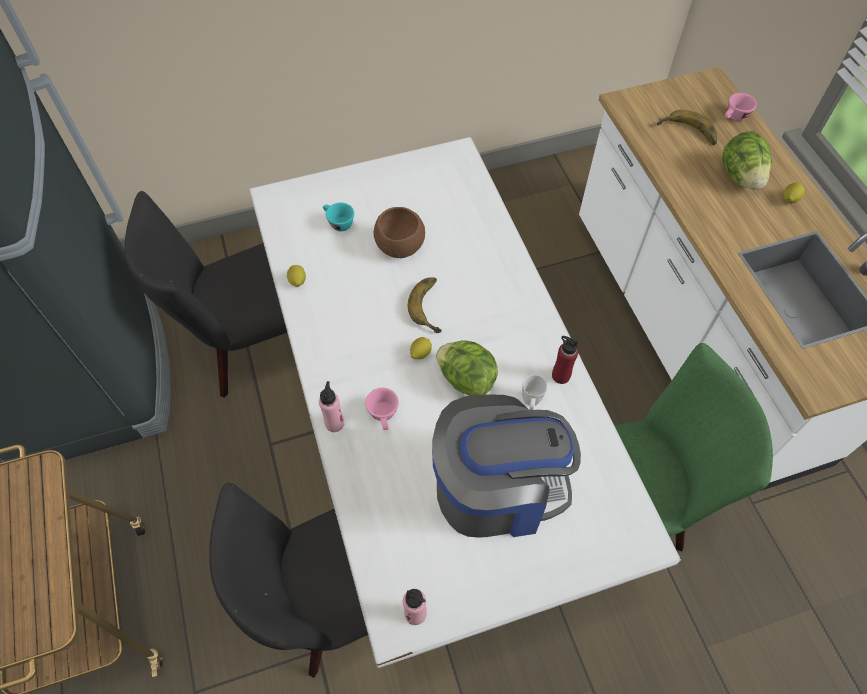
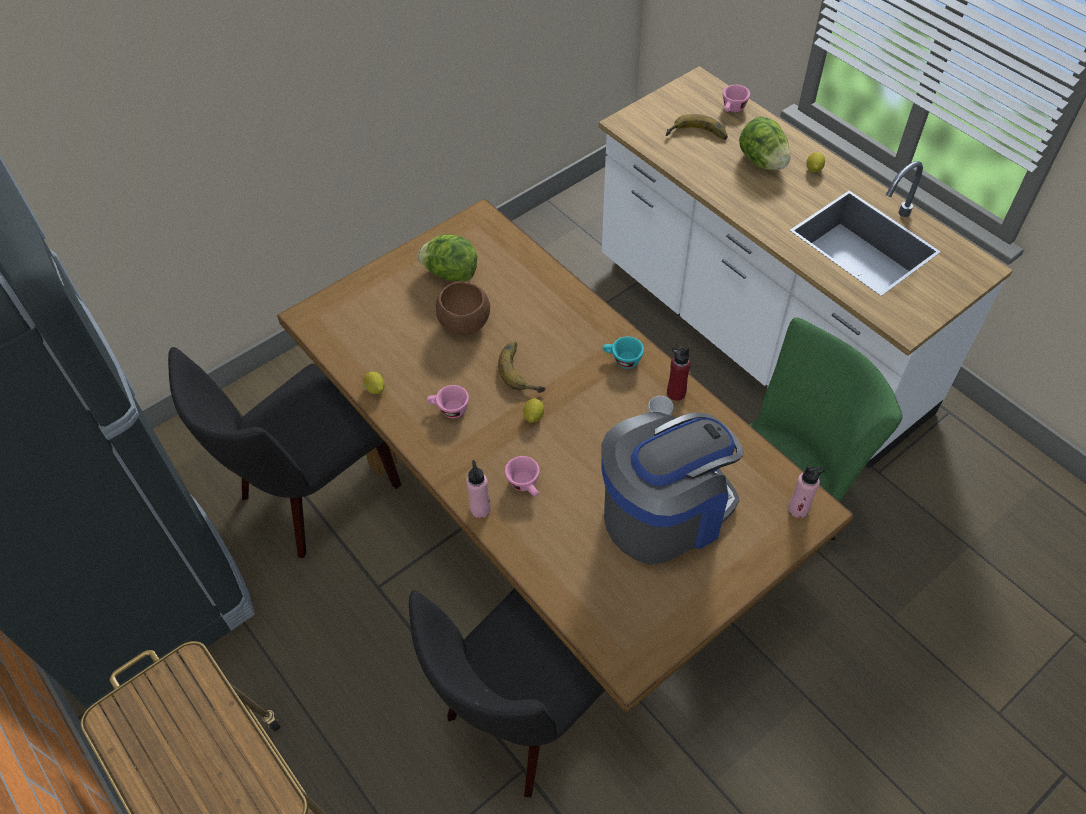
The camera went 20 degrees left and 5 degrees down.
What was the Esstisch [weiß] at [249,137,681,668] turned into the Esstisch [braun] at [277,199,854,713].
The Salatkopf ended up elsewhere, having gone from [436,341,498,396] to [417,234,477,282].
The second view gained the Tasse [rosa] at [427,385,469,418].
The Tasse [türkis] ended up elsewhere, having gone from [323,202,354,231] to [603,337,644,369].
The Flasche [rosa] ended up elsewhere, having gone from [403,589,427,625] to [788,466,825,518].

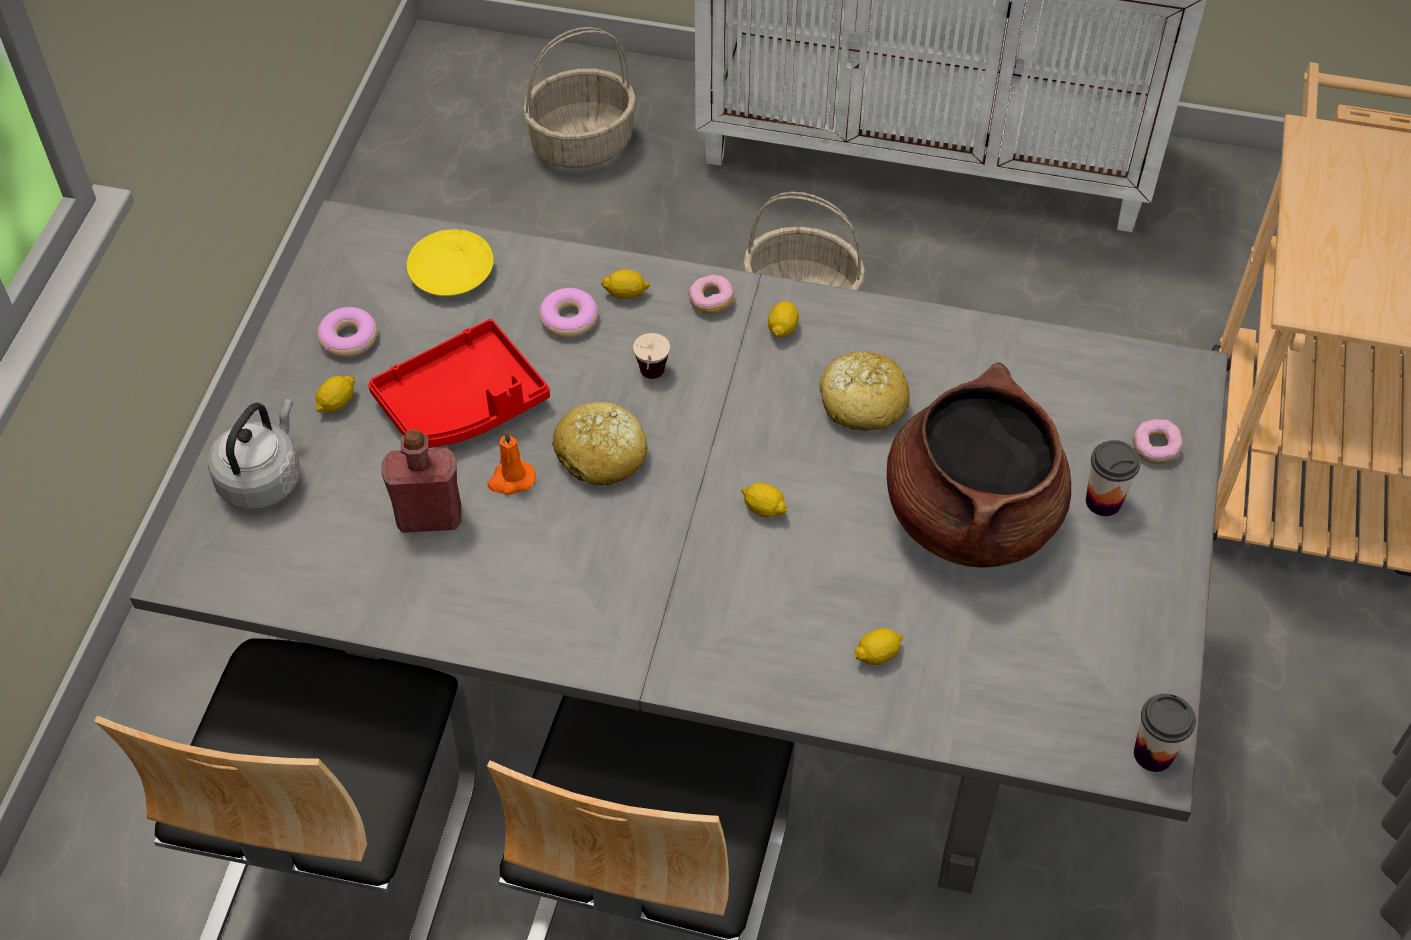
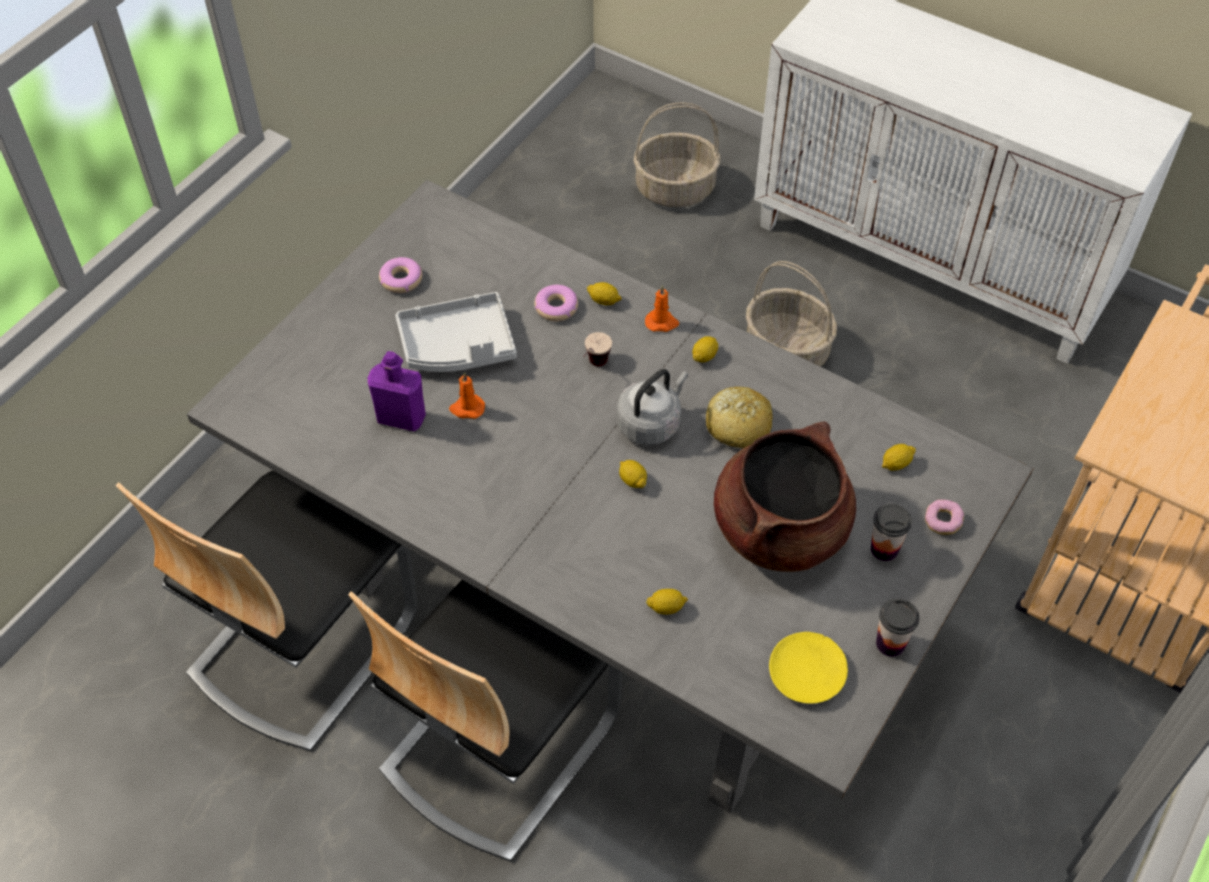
The camera went 20 degrees right and 0 degrees up.
What was the Flasche [rot] at [381,429,461,533] turned into the Flasche [lila] at [368,351,426,431].
What was the Tablett [rot] at [368,319,550,448] turned into the Tablett [grau] at [395,292,517,372].
The Wasserkessel [grau] ended up elsewhere, having gone from [208,399,300,510] to [617,369,688,445].
Where the Donut stood at [689,275,734,314], the Kerze [orange] came to stand at [645,285,680,332].
The Teller [gelb] ended up elsewhere, having gone from [407,229,494,296] to [769,632,848,704].
The Tasse ended up elsewhere, having gone from [1134,694,1196,772] to [876,599,920,657].
The Zitrone ended up elsewhere, having gone from [316,376,355,413] to [882,444,916,471].
The second view lost the Brot at [552,402,648,485].

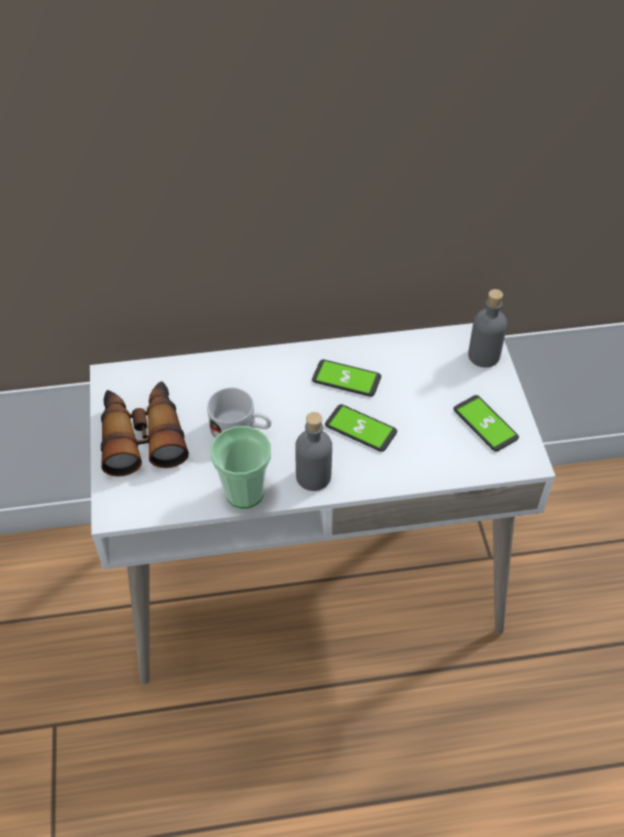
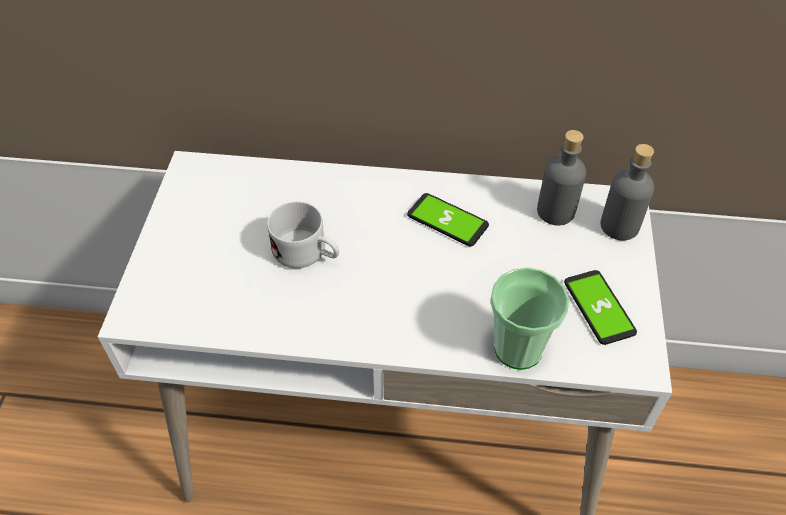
The camera went 15 degrees right and 0 degrees up.
The Tasse ended up elsewhere, having gone from [210,426,271,508] to [490,267,569,370].
The Flasche [grau] ended up elsewhere, having gone from [295,412,332,491] to [537,130,586,226].
The second view lost the Fernglas at [101,381,189,476].
The second view lost the Handy at [325,404,397,452].

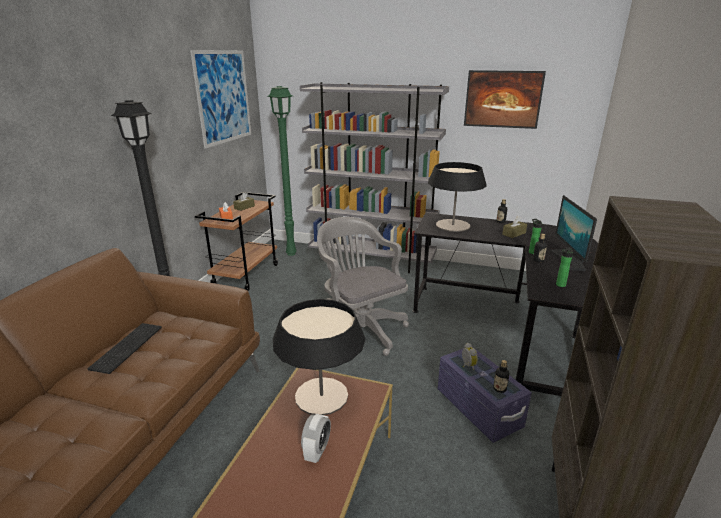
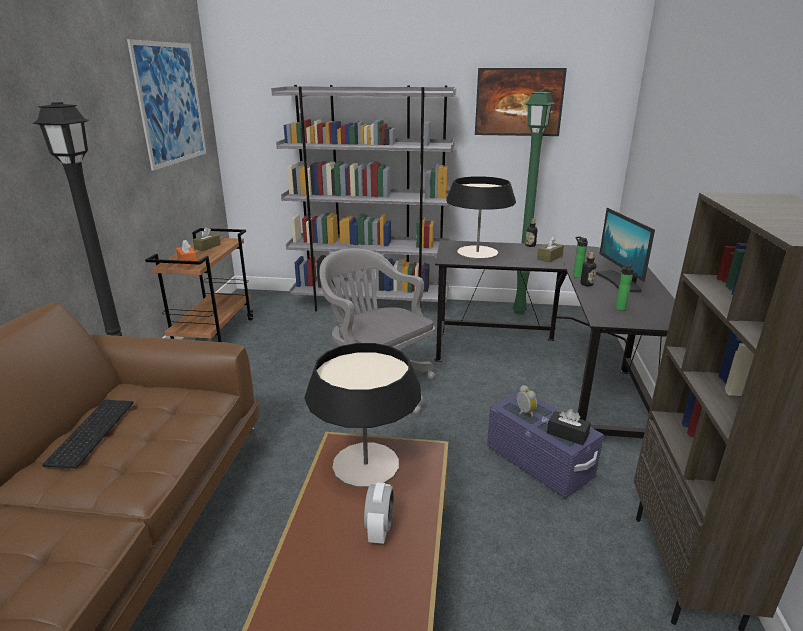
The camera went 10 degrees left and 0 degrees up.
The Stehlampe [grün] ended up elsewhere, having gone from [267,86,297,256] to [513,90,556,315].
Where the Flasche stood at [493,360,509,393], the Taschentuchbox [schwarz] came to stand at [547,409,591,445].

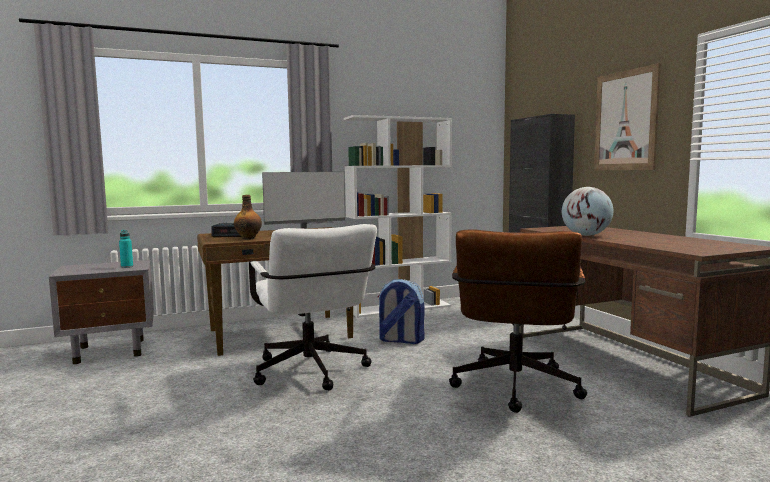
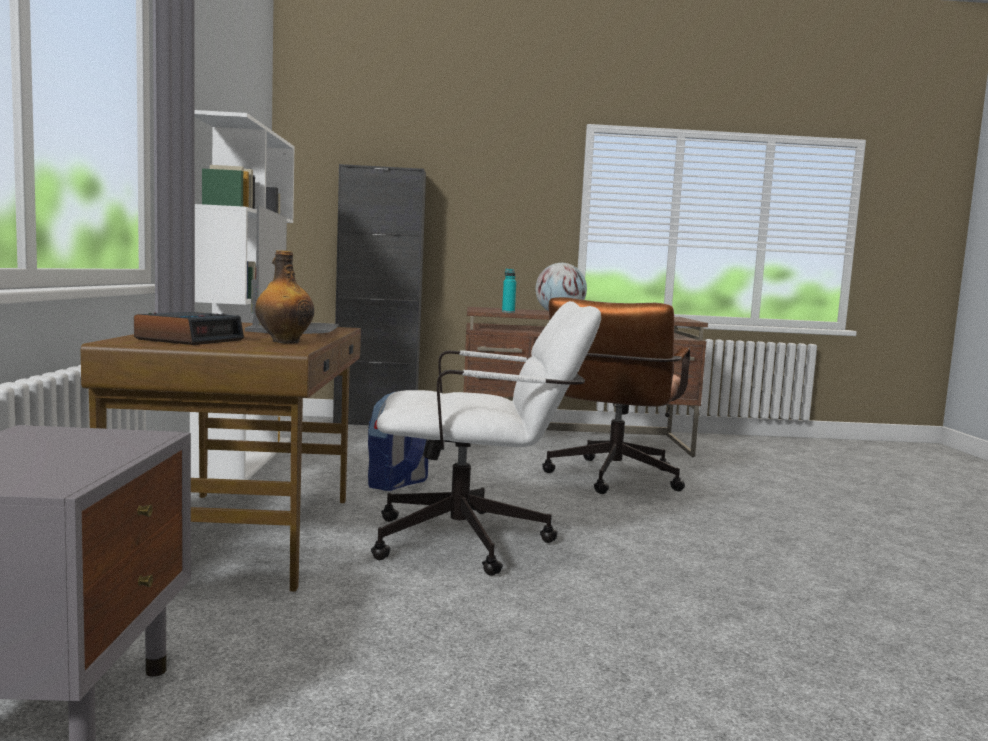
The camera went 70 degrees left and 0 degrees up.
The Flasche [türkis] ended up elsewhere, having gone from [119,230,133,268] to [502,269,516,313].
The Bürostuhl [braun] at [449,229,587,413] ended up facing another way, 75 degrees clockwise from before.
The second view lost the Bild at [594,63,661,171].

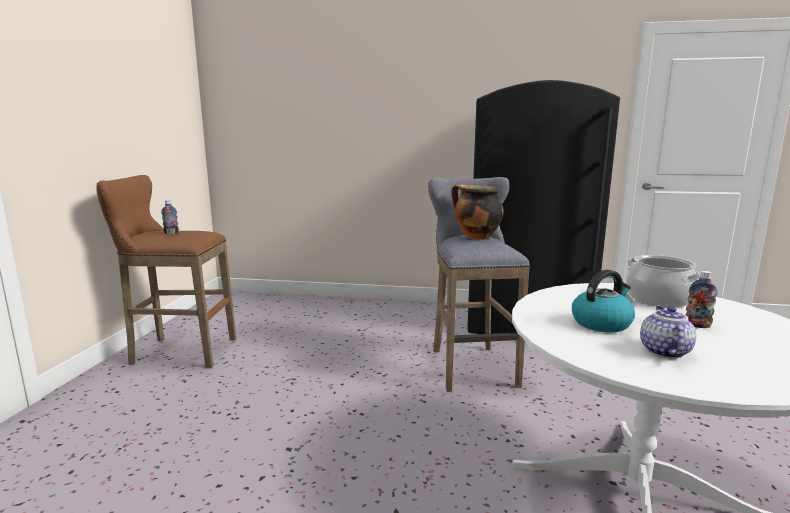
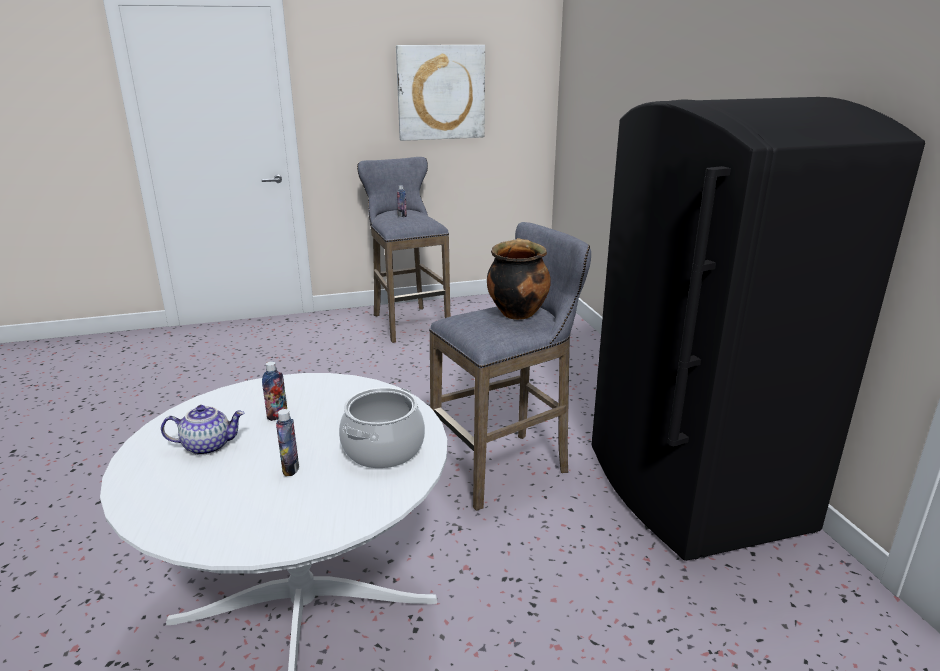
The camera went 65 degrees right and 10 degrees up.
Where the Wasserkessel stood at [572,270,635,332], the Flasche came to stand at [262,361,287,421].
What was the Hocker [braun] at [96,175,236,368] turned into the Hocker [grau] at [357,157,450,343].
The second view gained the Bild at [396,45,485,141].

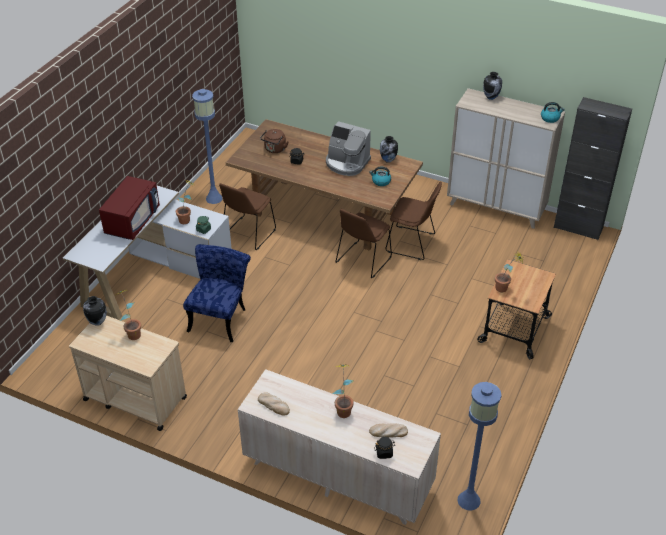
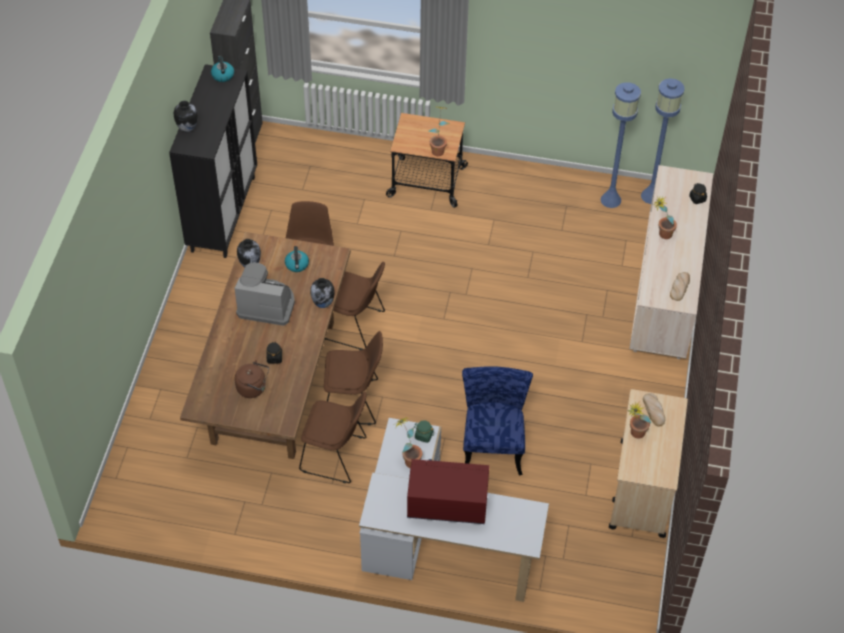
The camera went 105 degrees left and 10 degrees up.
What was the Schrank [beige] at [447,88,565,229] turned into the Schrank [schwarz] at [169,64,257,258].
The Kaffeemaschine at [326,121,371,176] ended up facing another way, 90 degrees counterclockwise from before.
The Vase ended up elsewhere, having gone from [83,296,106,326] to [310,278,335,308].
The second view gained the Stuhl [braun] at [324,331,383,425].
The Stuhl [blau] at [183,244,251,342] ended up facing another way, 90 degrees clockwise from before.
The Stehlampe [blau] ended up elsewhere, having gone from [192,89,223,204] to [600,82,641,208].
The Brot ended up elsewhere, having gone from [369,423,408,438] to [643,393,665,427].

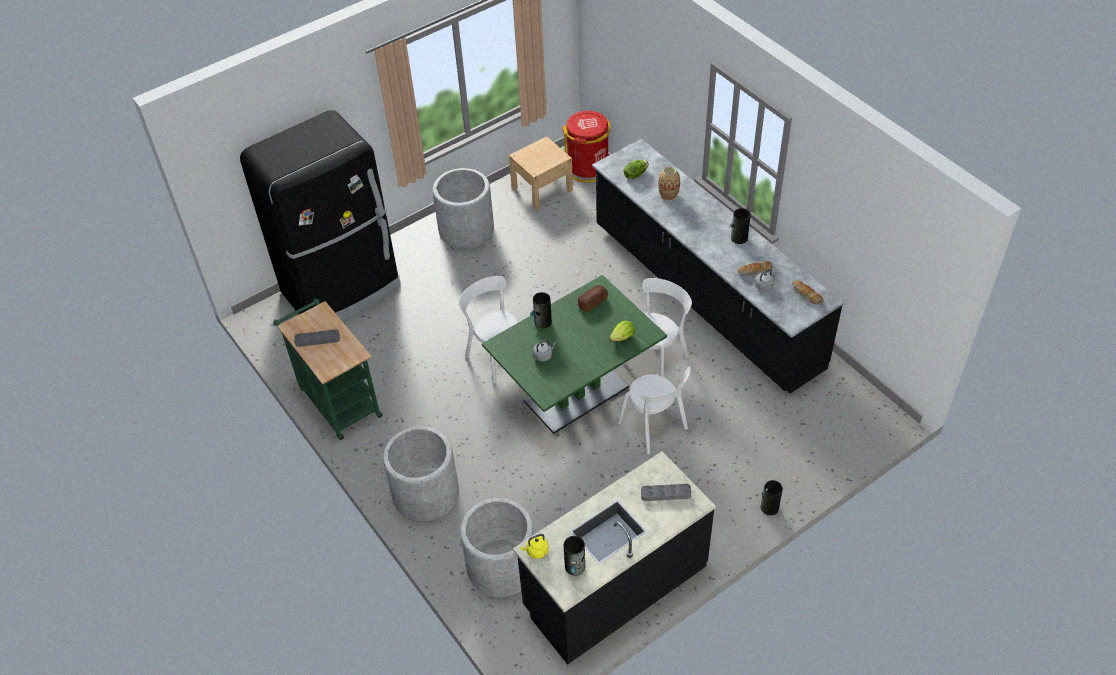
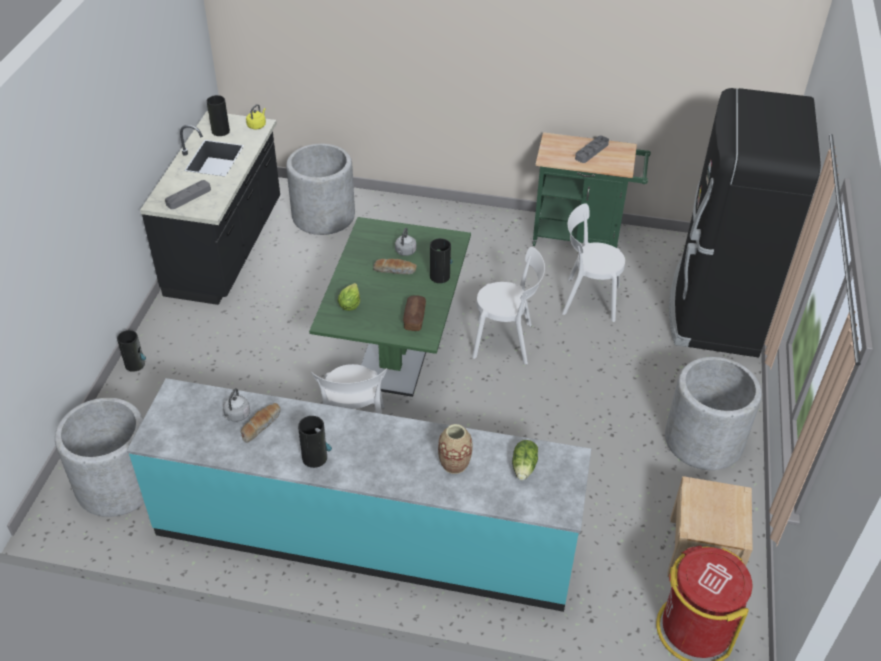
The camera went 135 degrees right and 5 degrees down.
The Pflanzkübel [grau] ended up elsewhere, having gone from [383,426,459,521] to [55,398,145,517].
What was the Küchenzeile [schwarz] at [592,139,844,393] turned into the Küchenzeile [türkis] at [127,378,591,612].
The Brot ended up elsewhere, having gone from [792,280,824,305] to [373,259,417,274].
The Stuhl [weiß] ended up elsewhere, having gone from [618,366,691,454] to [562,203,625,322].

